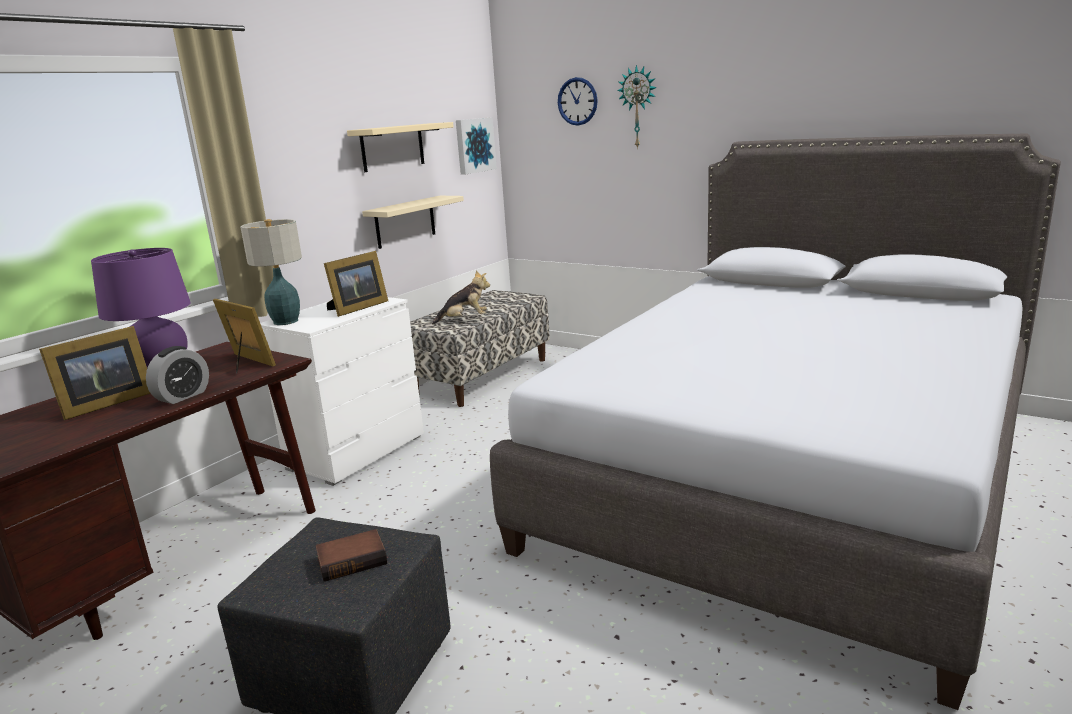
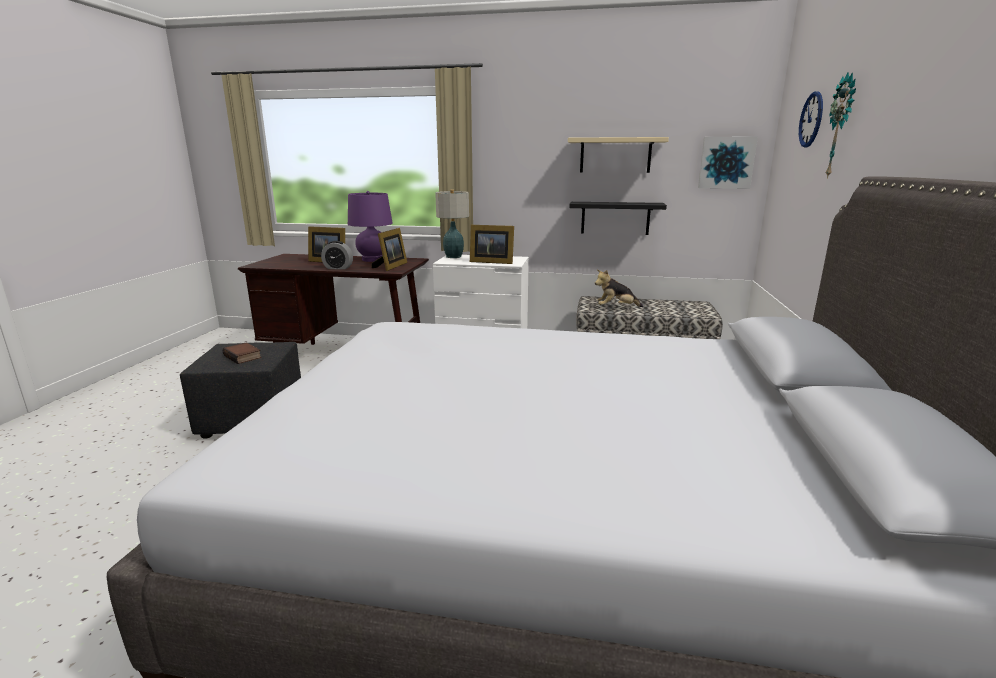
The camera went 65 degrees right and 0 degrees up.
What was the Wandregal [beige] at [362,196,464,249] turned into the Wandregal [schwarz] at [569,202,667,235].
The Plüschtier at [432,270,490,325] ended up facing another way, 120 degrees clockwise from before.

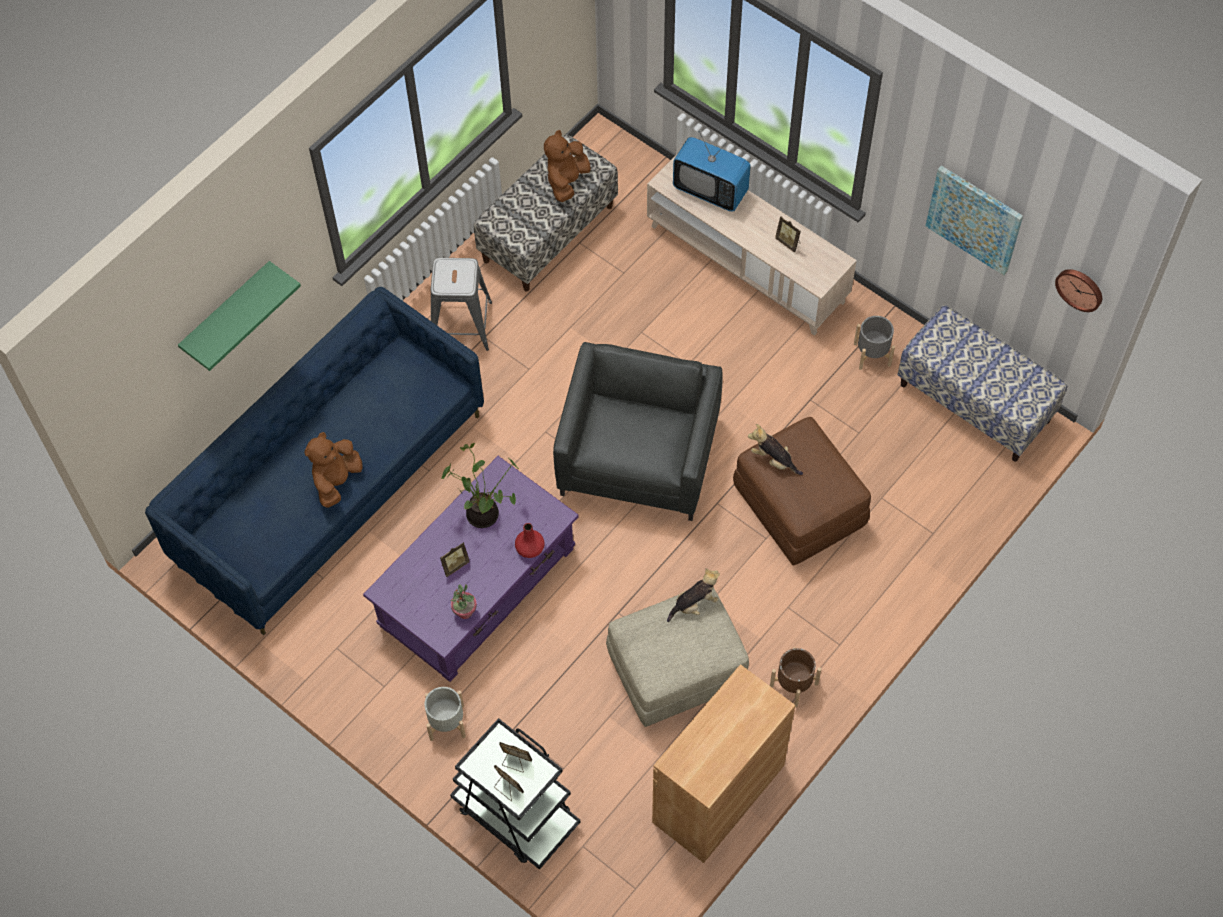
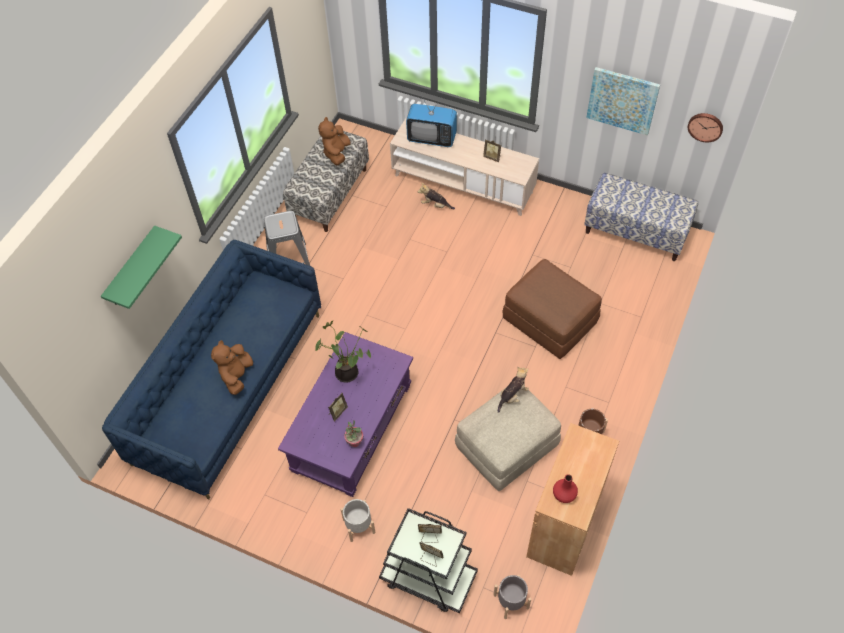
The camera went 15 degrees left and 5 degrees down.
The Plüschtier ended up elsewhere, having gone from [748,424,803,475] to [418,183,455,209].
The Pflanzkübel [grau] ended up elsewhere, having gone from [854,316,895,370] to [493,575,531,619].
The Vase [rot] ended up elsewhere, having gone from [515,523,545,558] to [553,474,578,503].
The second view lost the Sessel [grau] at [553,342,723,521].

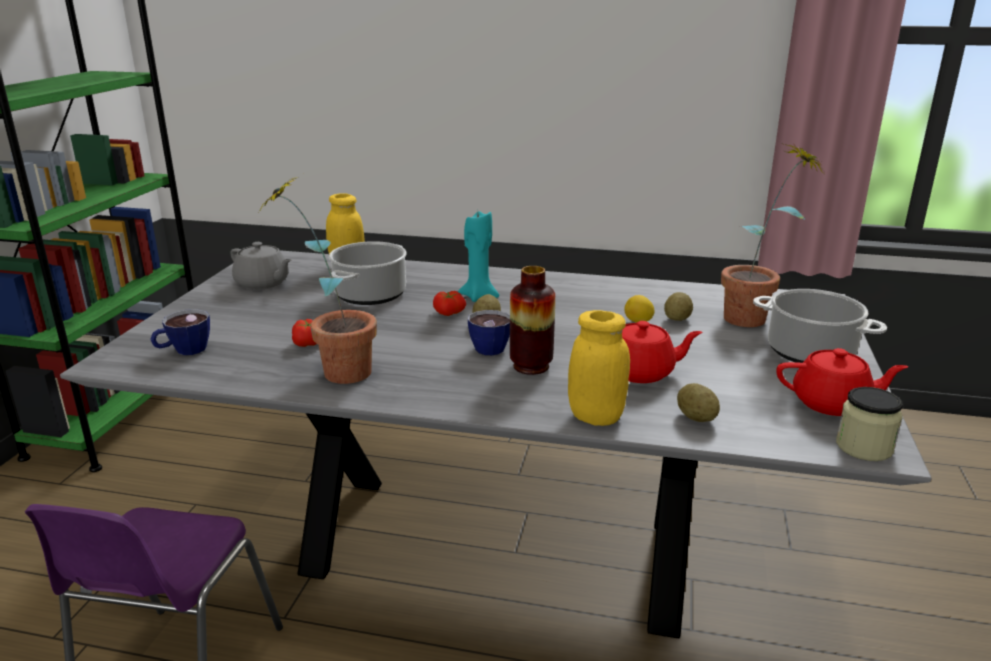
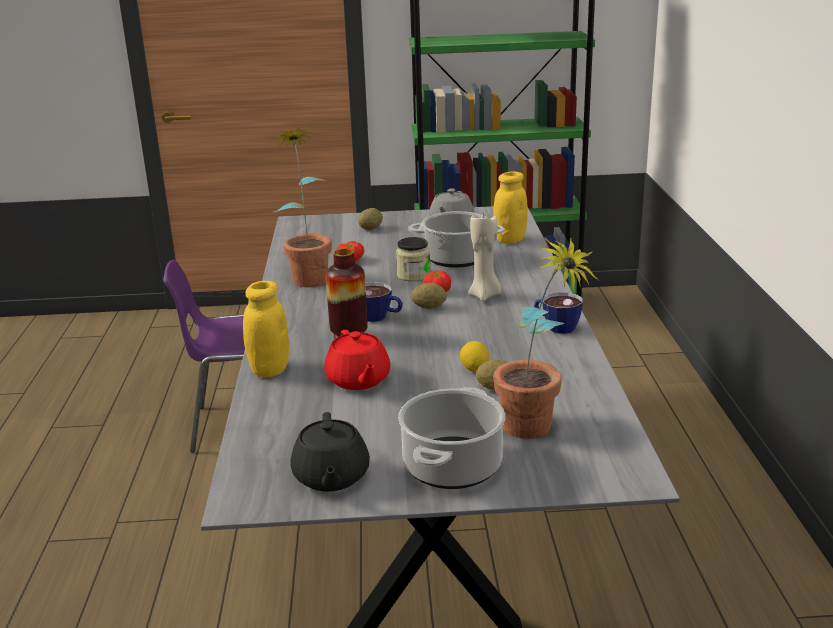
The camera went 75 degrees right and 0 degrees up.
What was the Teekanne [rot] at [776,348,908,416] turned into the Teekanne [schwarz] at [290,412,370,491].
The Kartoffel ended up elsewhere, having gone from [677,383,720,422] to [358,208,383,230].
The Vorratsglas ended up elsewhere, having gone from [836,387,903,461] to [396,237,430,282].
What was the Kerze [türkis] at [458,211,499,302] turned into the Kerze [beige] at [468,215,501,301].
The Tasse ended up elsewhere, having gone from [150,309,210,355] to [534,292,583,334].

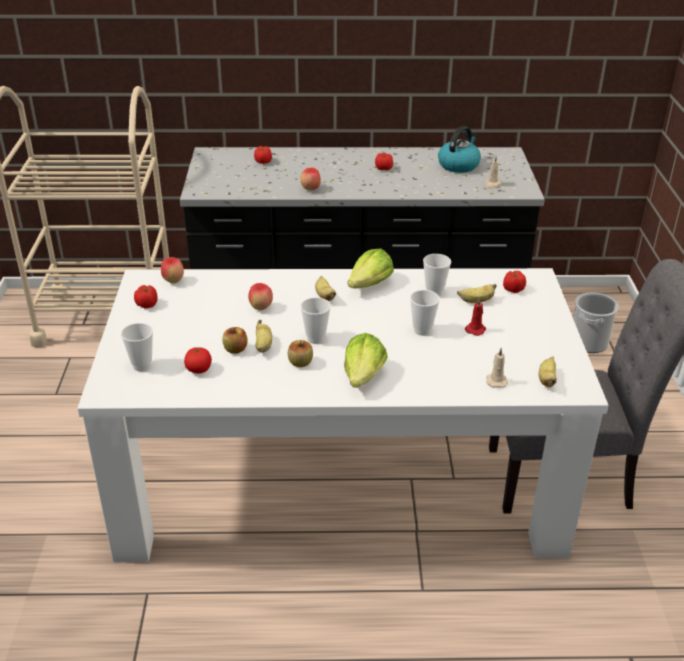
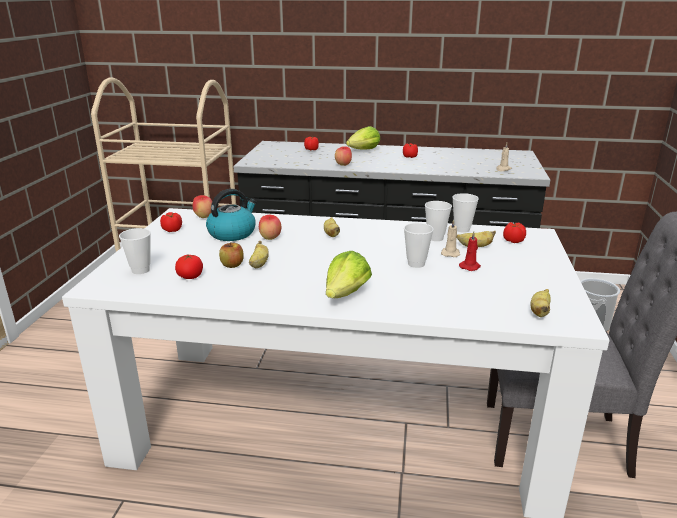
The camera went 10 degrees right and 10 degrees down.
The Wasserkessel ended up elsewhere, having gone from [438,126,481,173] to [206,189,257,241].
The Salatkopf ended up elsewhere, having gone from [347,249,393,288] to [346,126,381,150].
The Kerze [beige] ended up elsewhere, having gone from [486,348,508,388] to [441,219,460,257].
The Tasse ended up elsewhere, having gone from [300,297,331,344] to [452,193,479,233].
The second view lost the Apfel at [288,340,313,367].

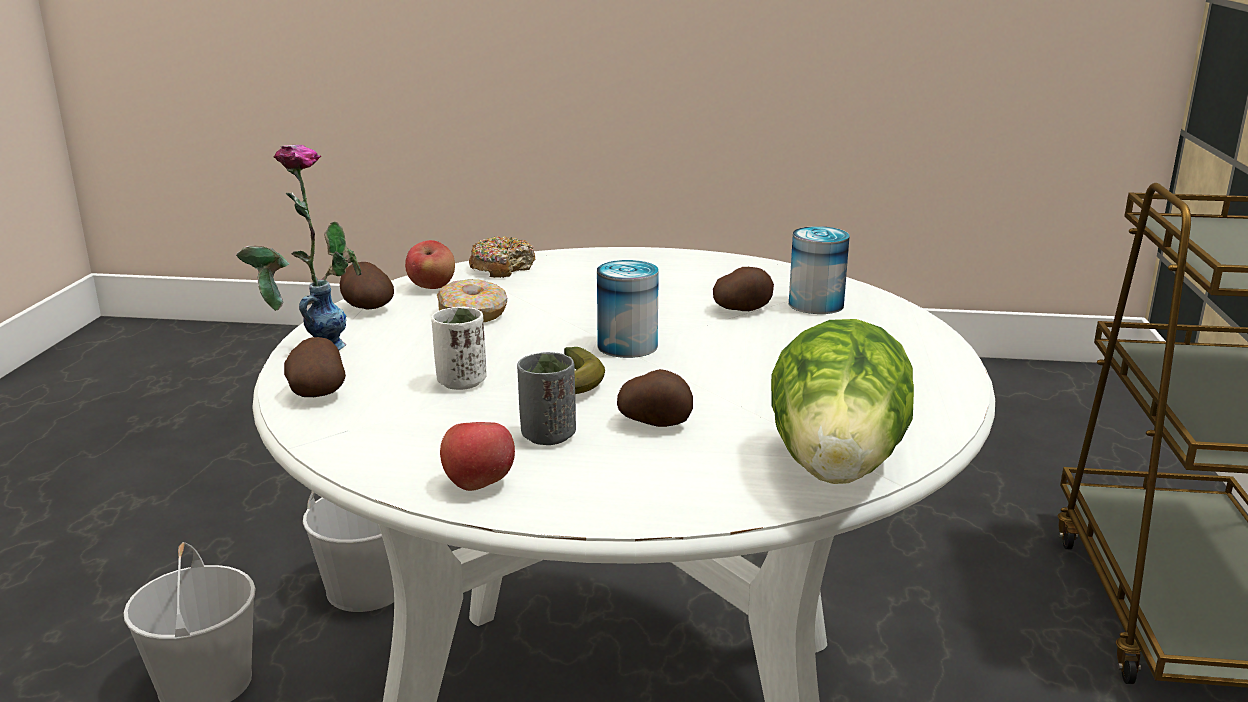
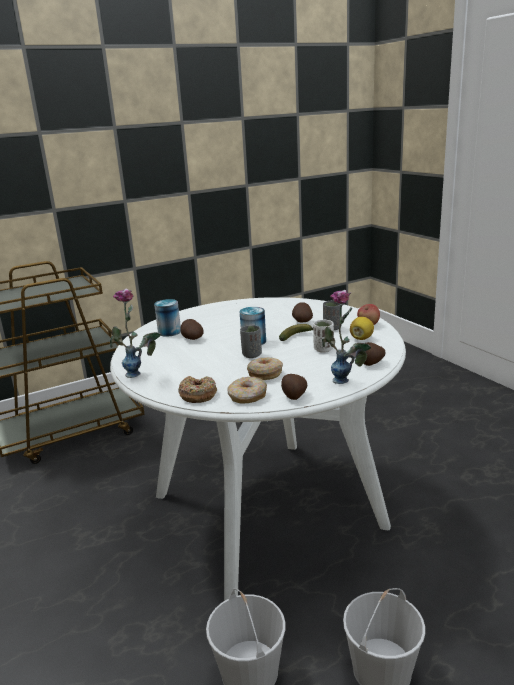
The camera went 125 degrees left and 0 degrees up.
The second view gained the Vase at [110,288,161,378].
Where the Apfel stood at [405,240,455,289], the Donut came to stand at [227,377,267,404].
The second view gained the Tasse [grau] at [240,325,262,358].
The second view gained the Zitrone at [350,317,374,340].
The second view lost the Salatkopf at [771,319,914,484].

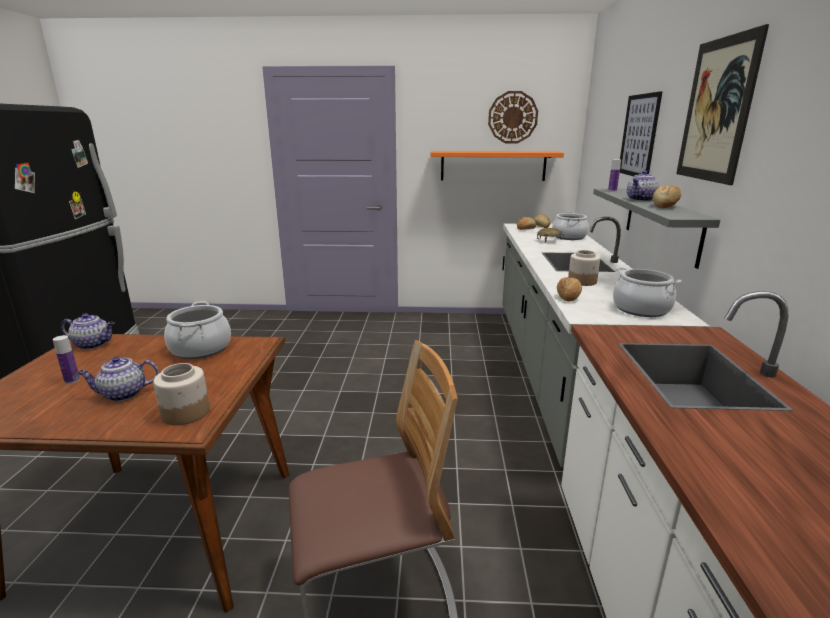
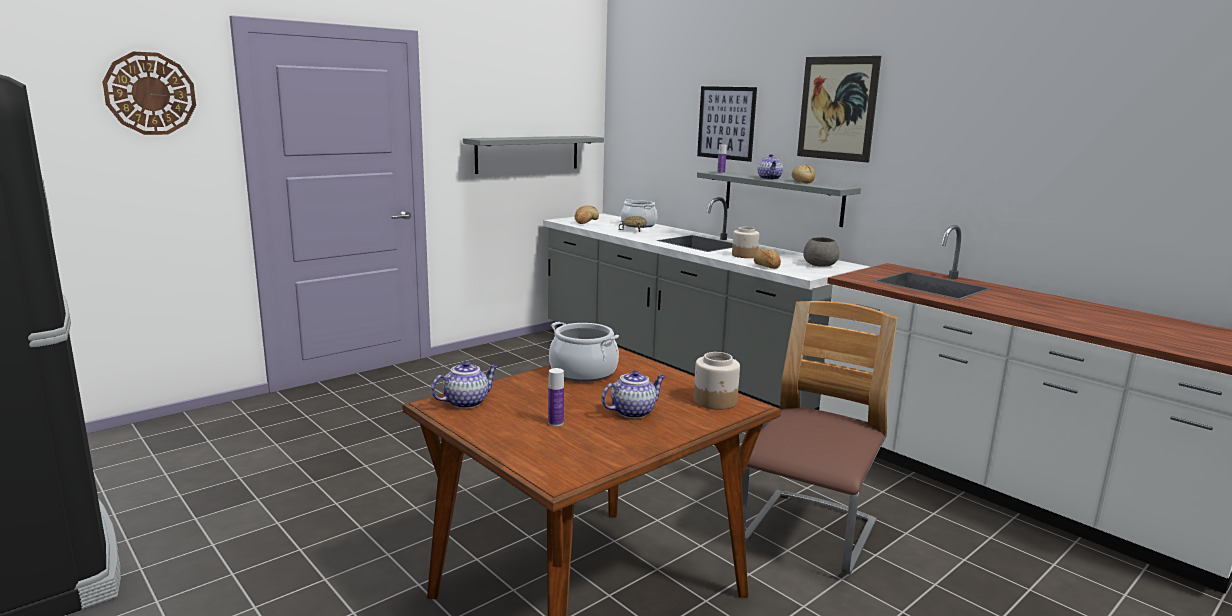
The camera went 45 degrees left and 5 degrees down.
The Wanduhr ended up elsewhere, having gone from [488,91,538,143] to [102,52,196,135].
What was the Wandregal [orange] at [430,151,564,181] turned into the Wandregal [grau] at [463,136,604,174].
The Teekanne at [77,357,159,401] ended up facing another way, 150 degrees counterclockwise from before.
Where the Kochtopf stood at [613,267,681,317], the Schüssel [grau] came to stand at [803,237,840,267].

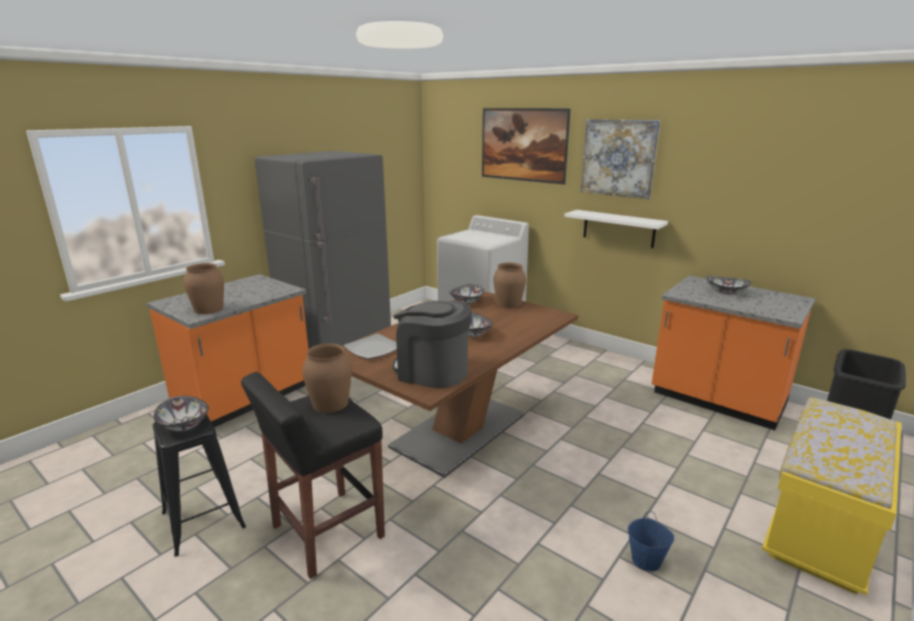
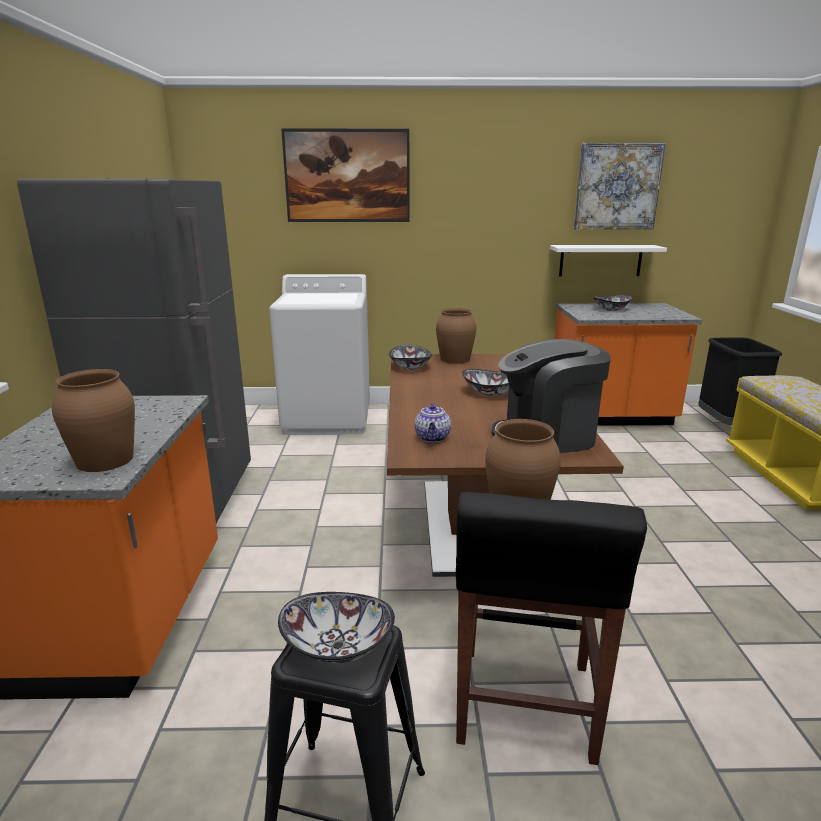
The camera went 40 degrees left and 0 degrees up.
Where the Teller stood at [343,334,397,359], the Teekanne came to stand at [415,403,451,442].
The Wandregal [weiß] ended up elsewhere, having gone from [564,210,668,248] to [550,245,667,276].
The Bild ended up elsewhere, having gone from [581,119,660,199] to [574,143,666,230].
The second view lost the Eimer [blau] at [628,511,674,571].

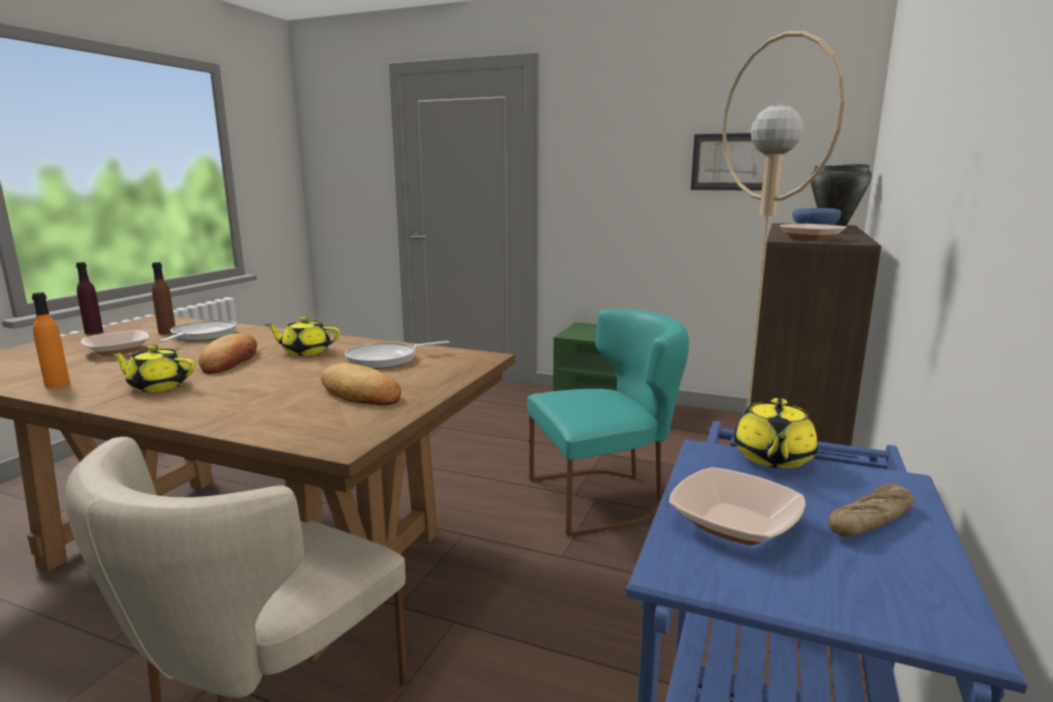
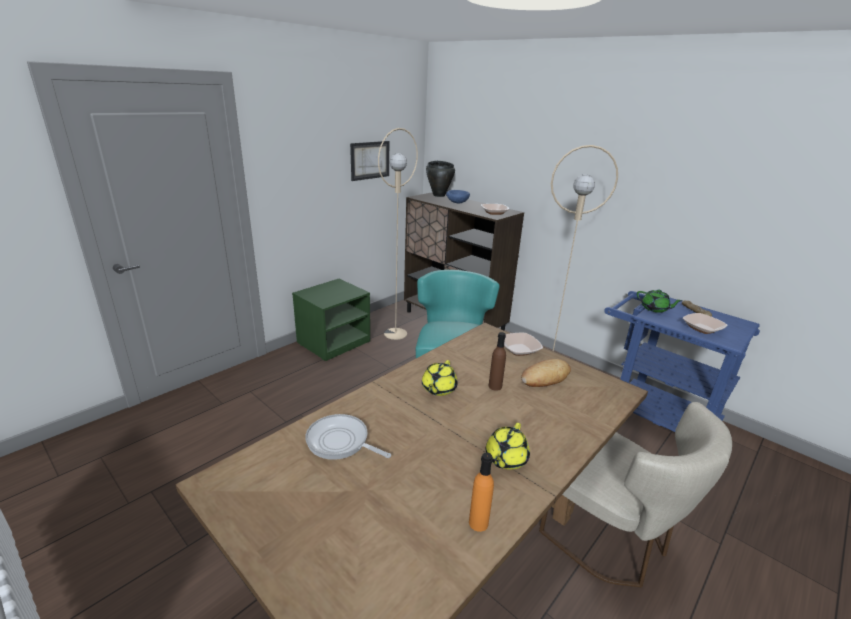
The camera went 70 degrees left and 10 degrees up.
The second view gained the Stehlampe [beige] at [378,128,418,340].
The Flasche [braun] ended up elsewhere, having gone from [152,262,175,335] to [489,332,506,391].
The Schüssel ended up elsewhere, having gone from [81,330,149,356] to [504,332,543,356].
What was the Teekanne [gelb] at [734,398,818,468] turned into the Teekanne [grün] at [637,290,683,313].
The second view lost the Flasche [lila] at [76,262,103,334].
The second view lost the Brot at [198,333,257,374].
The second view lost the Pfanne at [345,341,449,369].

